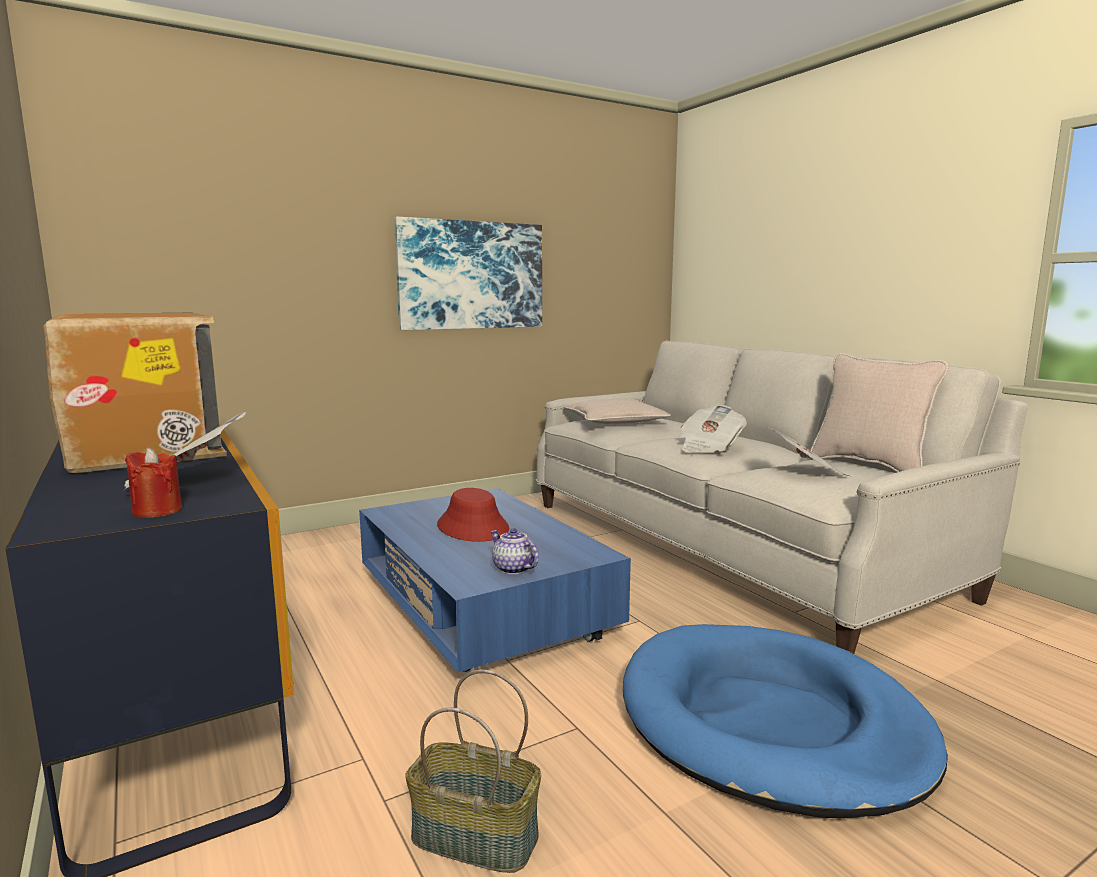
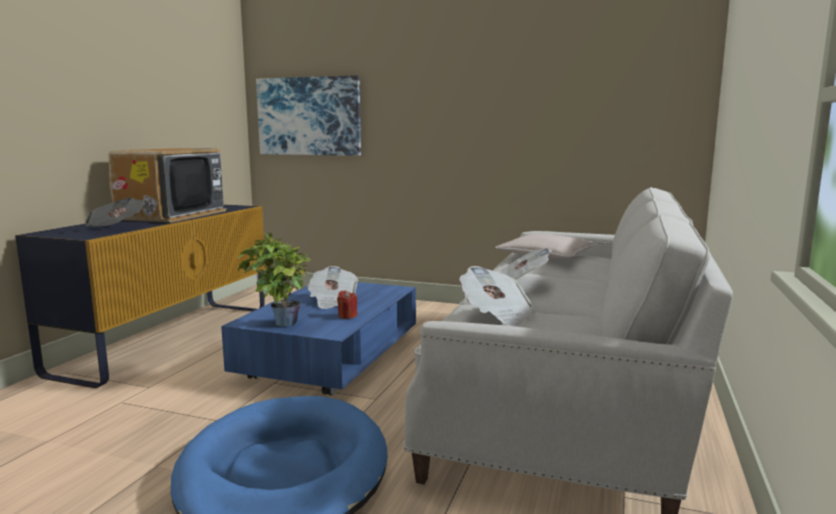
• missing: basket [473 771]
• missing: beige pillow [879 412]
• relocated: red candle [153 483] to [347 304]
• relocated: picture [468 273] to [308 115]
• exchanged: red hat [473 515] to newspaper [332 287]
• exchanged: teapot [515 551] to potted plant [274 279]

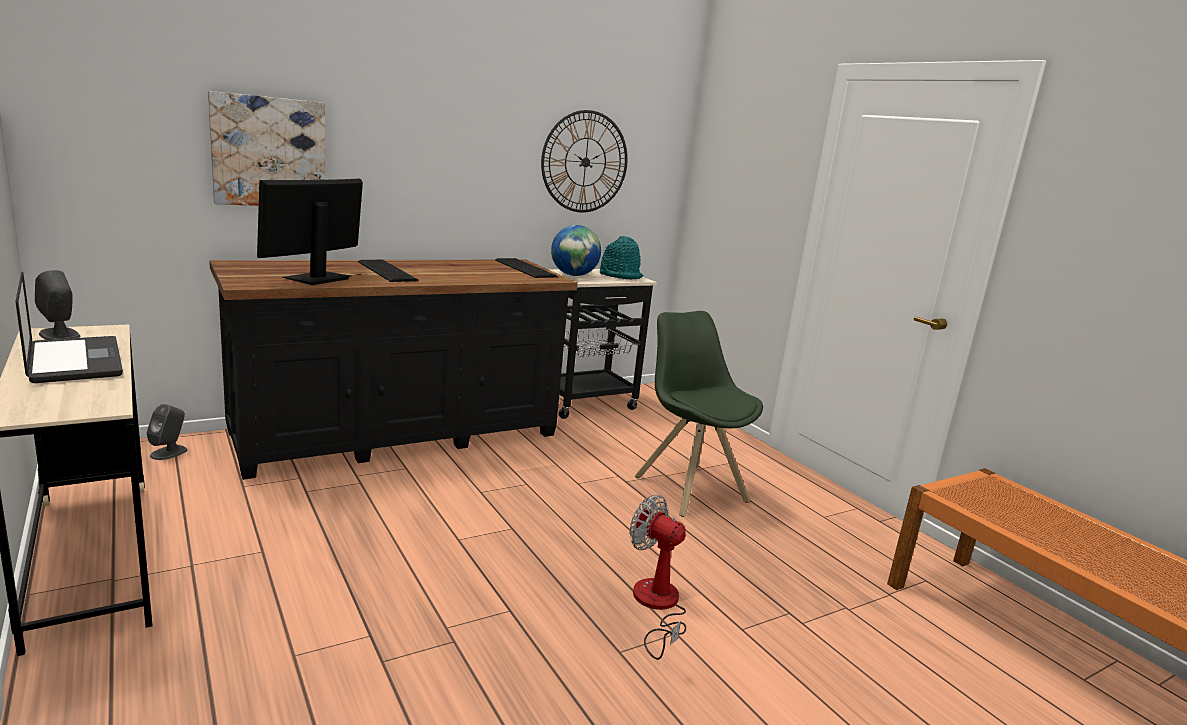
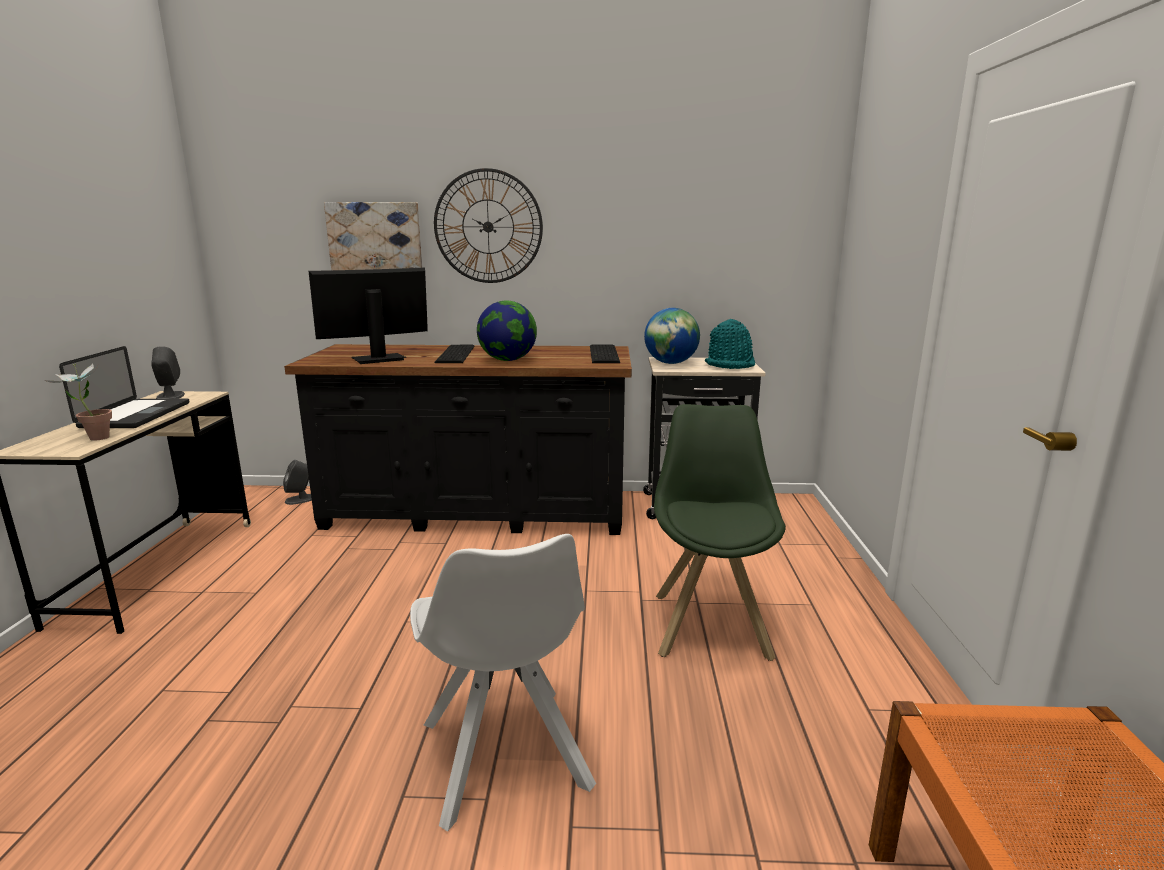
• appeared: potted plant [78 402]
• appeared: globe [507 331]
• relocated: wall clock [584 161] to [488 225]
• exchanged: fan [657 577] to white chair [503 683]

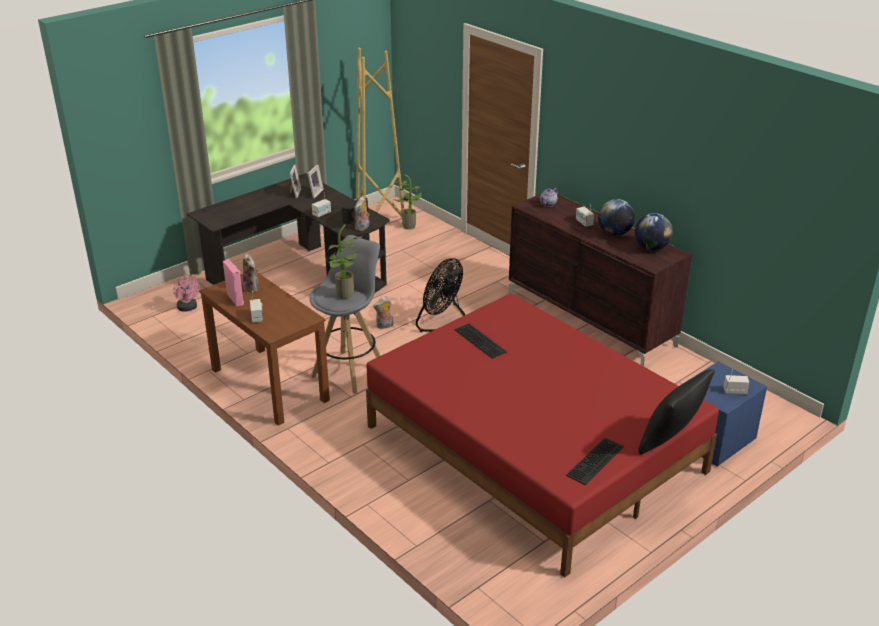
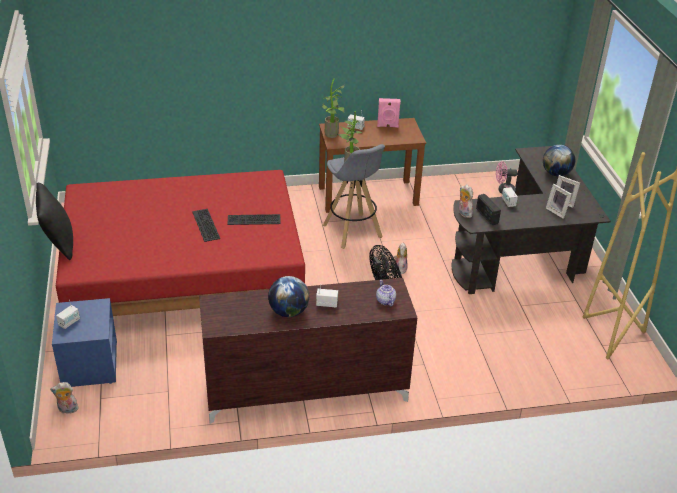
• relocated: plush toy [250 273] to [65 397]
• relocated: potted plant [407 202] to [333 108]
• relocated: keyboard [595 461] to [206 225]
• relocated: globe [654 232] to [559 160]

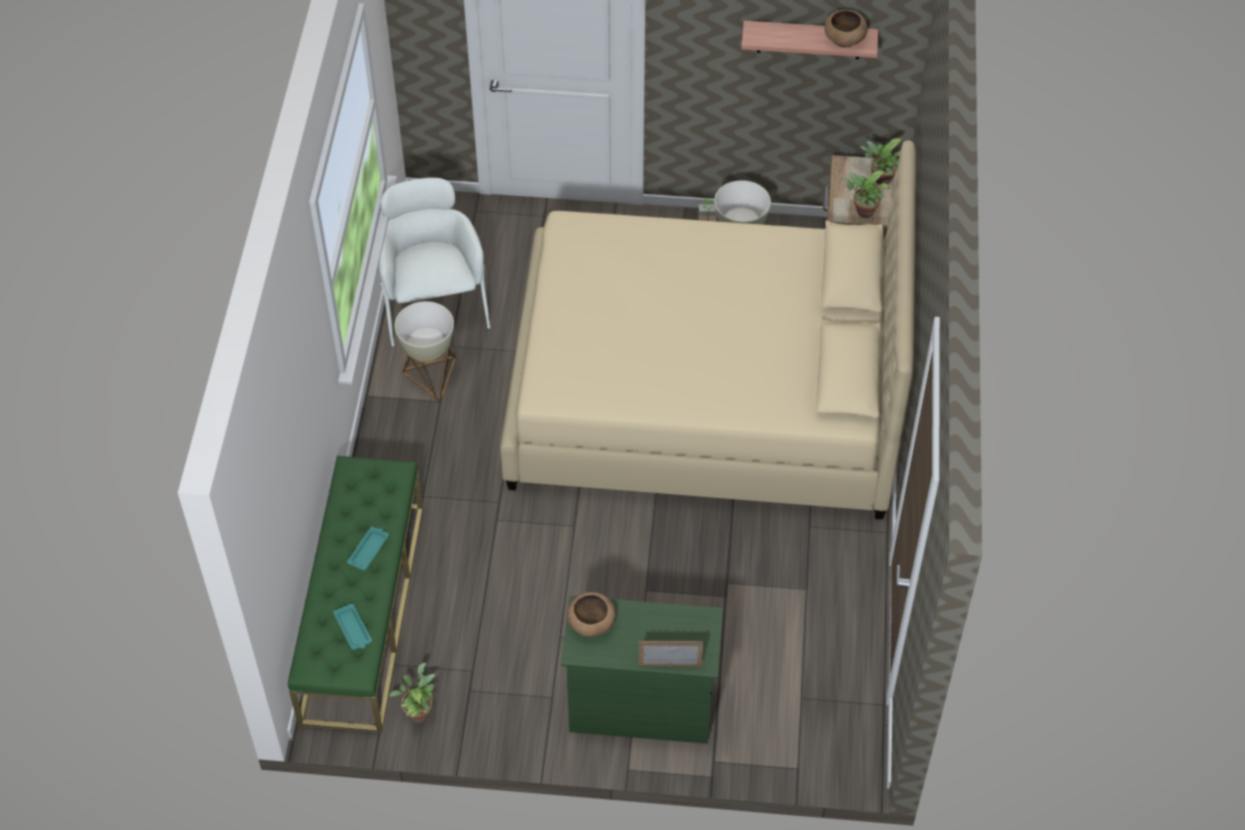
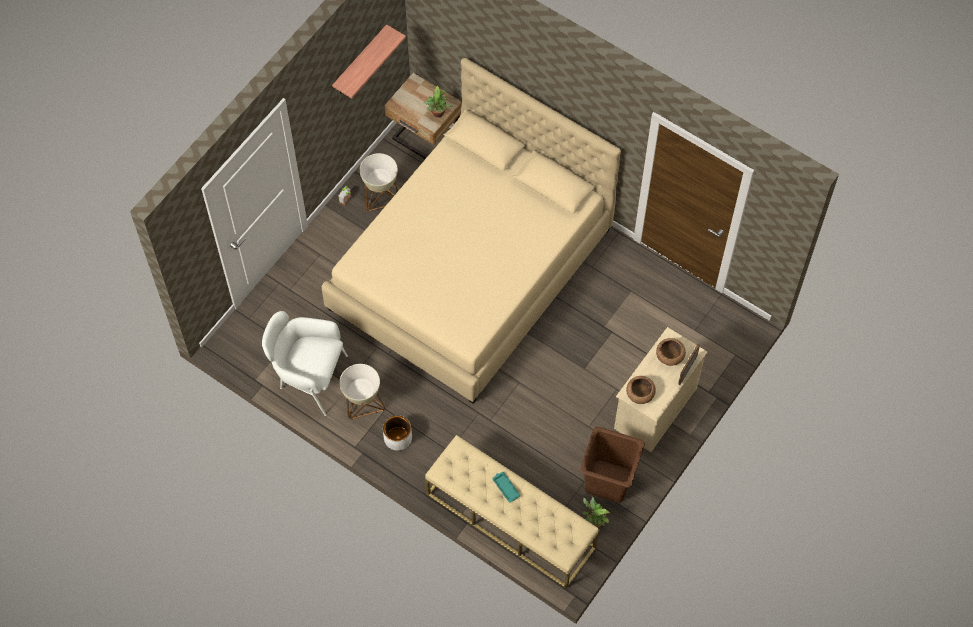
• missing: turquoise tray [352 626]
• missing: potted plant [880 161]
• appeared: white planter [397 433]
• appeared: brown laundry basket [612 465]
• relocated: brown bowl [846 28] to [671 352]
• colour: green bench [355 594] to beige bench [512 512]
• colour: green dresser [642 670] to beige dresser [660 389]

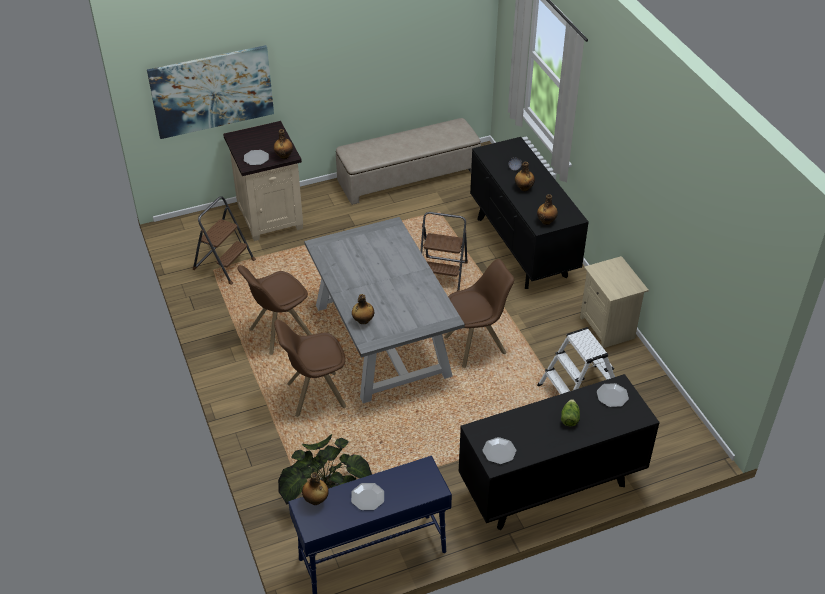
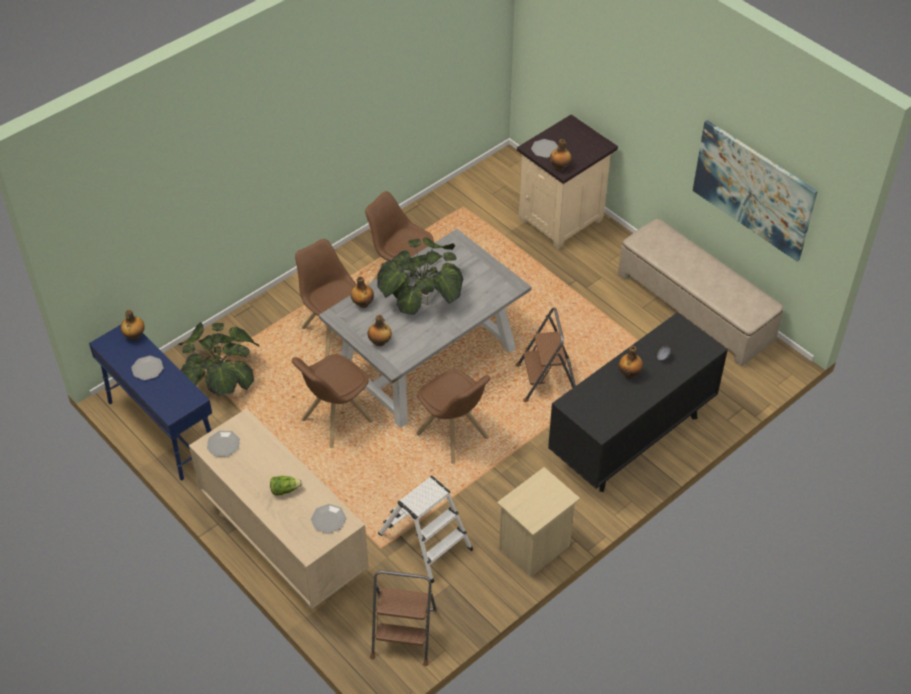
• appeared: brown chair [332 401]
• appeared: potted plant [420 276]
• relocated: picture [210 92] to [755 191]
• relocated: brown step ladder [224 240] to [403 618]
• relocated: bottle [547 209] to [380 330]
• colour: black dresser [559 452] to beige dresser [279 508]

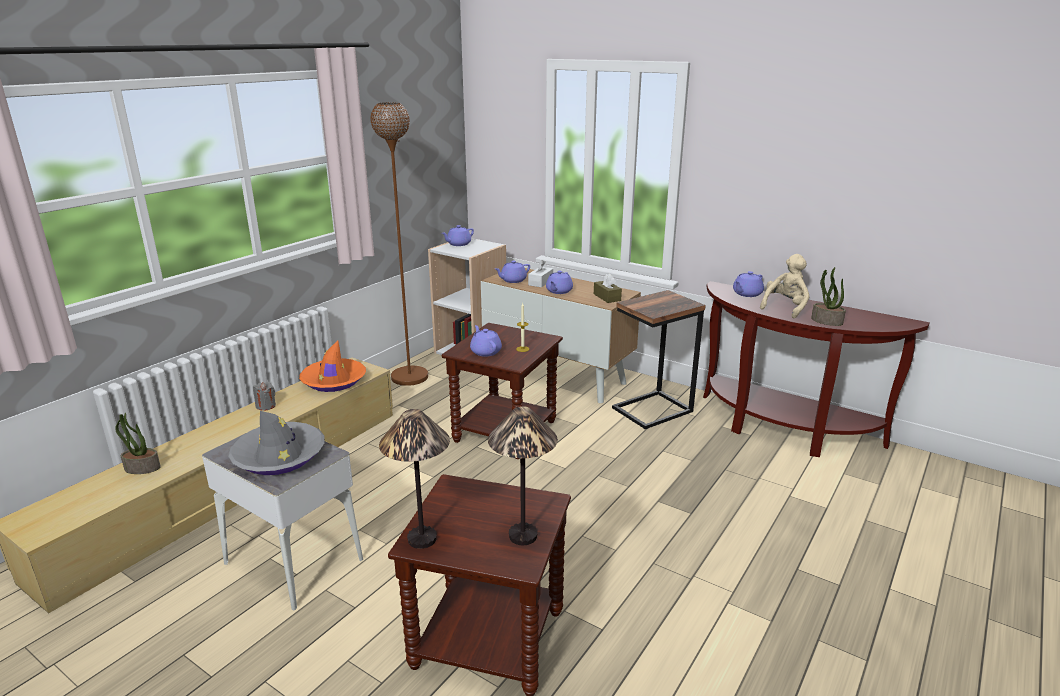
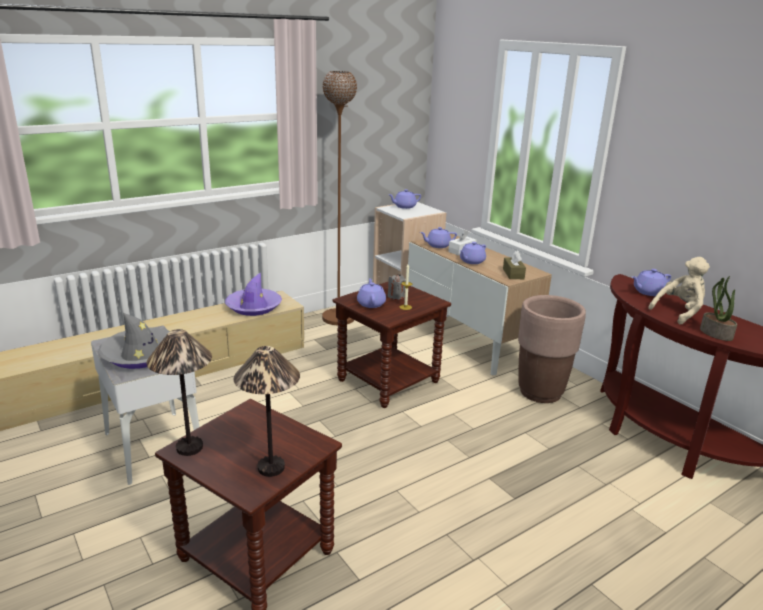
• missing: potted plant [138 443]
• relocated: grey candle [264 396] to [397 287]
• exchanged: side table [659 359] to brown planter [552 349]
• colour: orange hat [332 366] to purple hat [253 294]

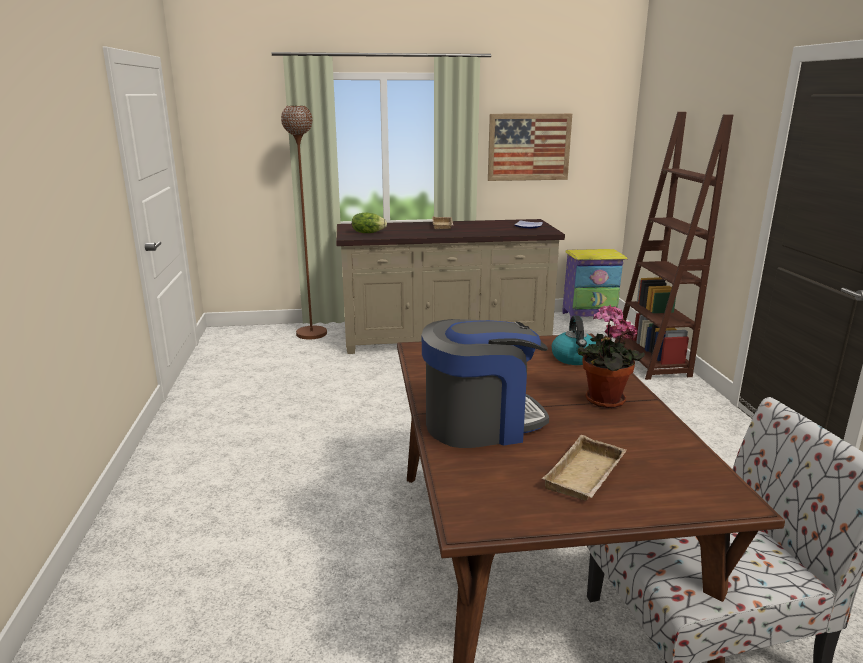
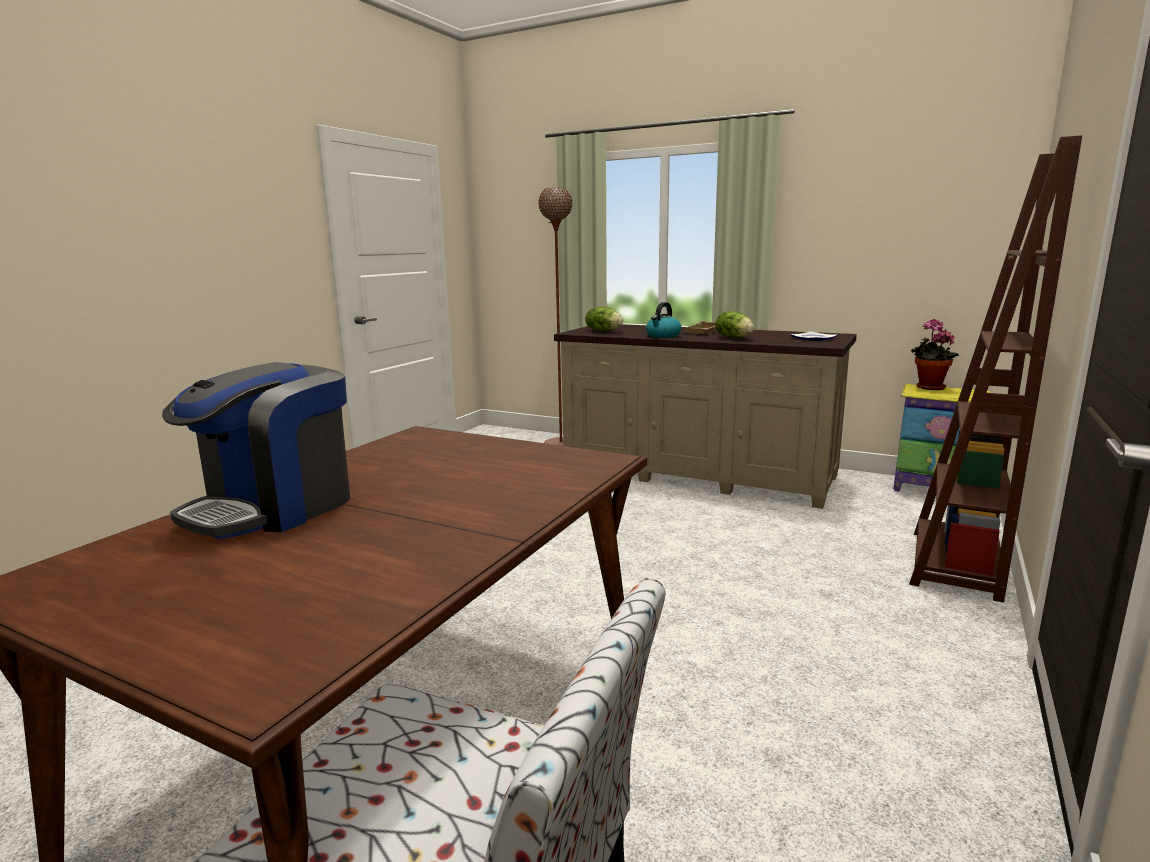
• missing: picture [530 147]
• missing: beige tray [584 468]
• appeared: lettuce [734 324]
• relocated: kettle [574 340] to [663 320]
• relocated: potted plant [611 356] to [935 354]
• spun: coffee machine [485 383] = [256 450] 105 degrees clockwise

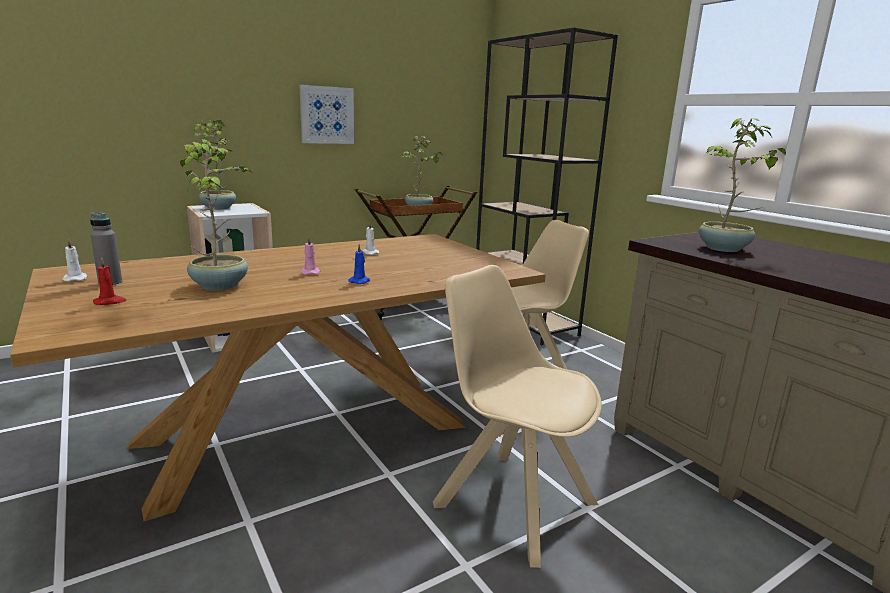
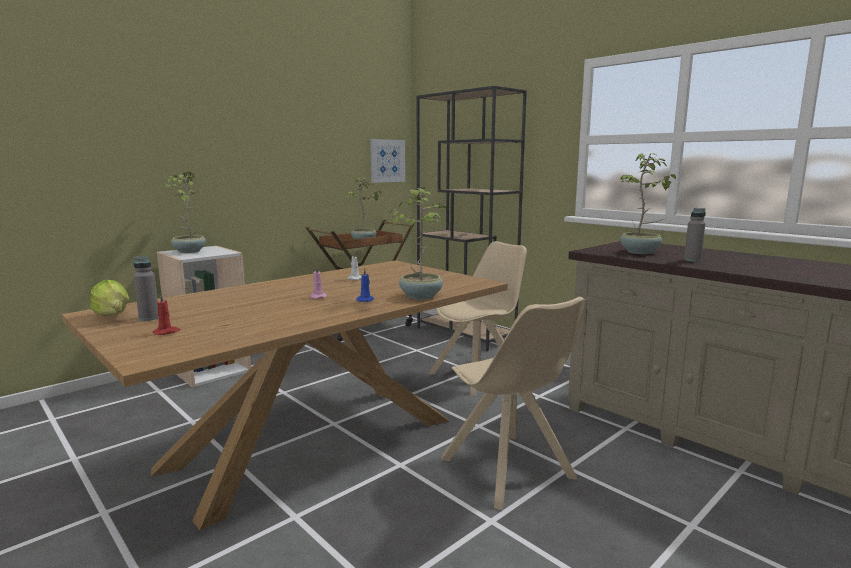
• appeared: grey bottle [695 235]
• relocated: potted plant [216 216] to [418 243]
• relocated: picture [327 114] to [387 161]
• exchanged: white candle [74 260] to lettuce [109 298]
• spun: beige chair [517 416] = [513 403] 150 degrees counterclockwise

